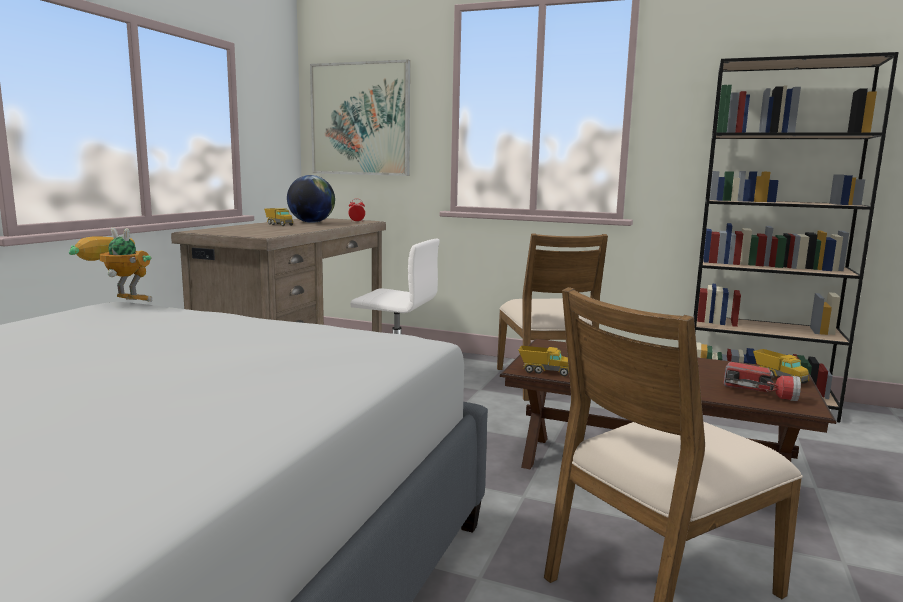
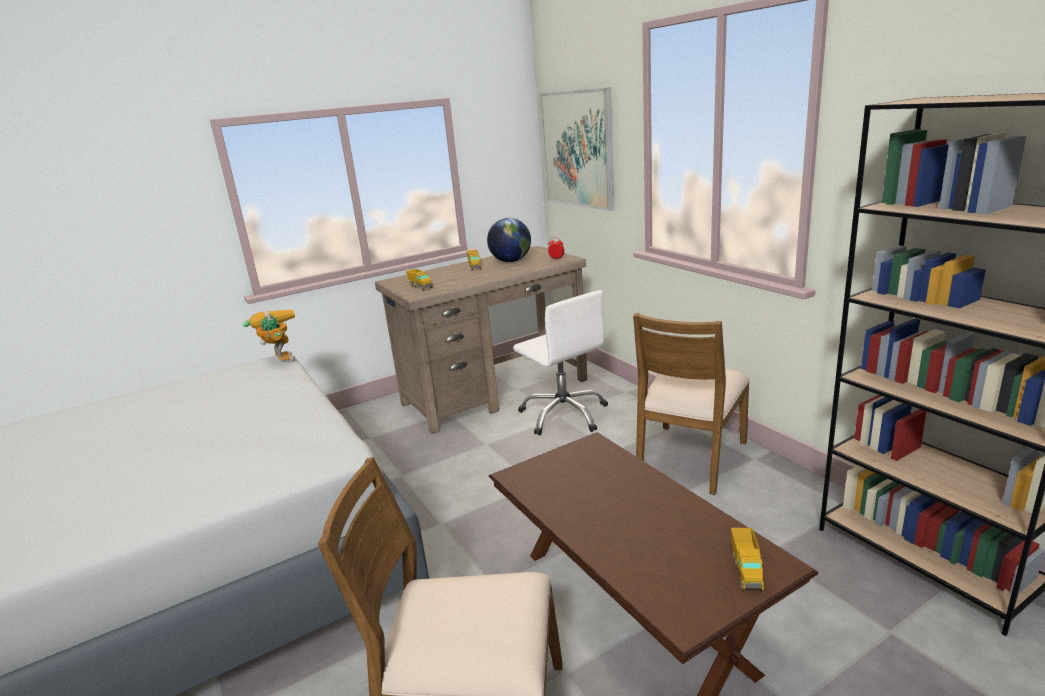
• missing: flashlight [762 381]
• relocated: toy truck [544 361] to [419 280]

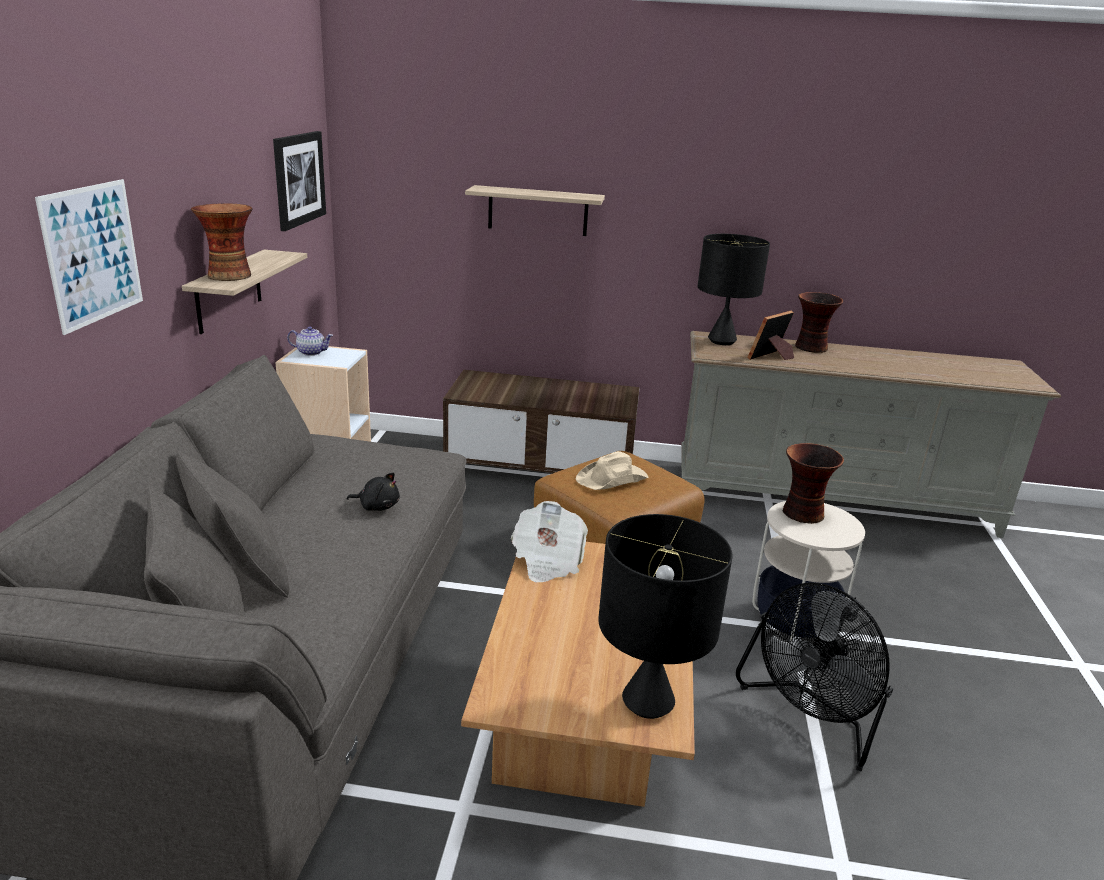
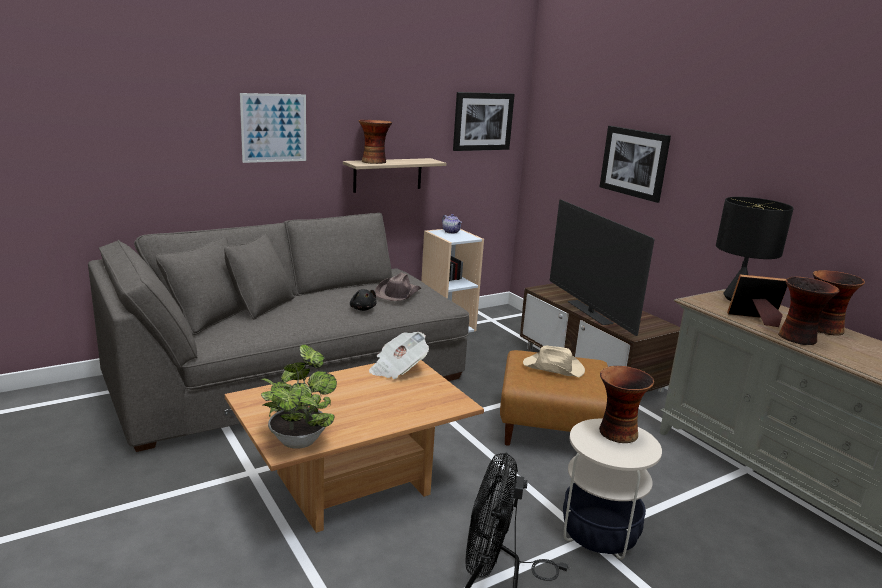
• appeared: brown hat [398 286]
• appeared: television [602 267]
• appeared: vase [809 311]
• exchanged: shelf [535 210] to picture [635 164]
• exchanged: black table lamp [665 616] to potted plant [299 396]

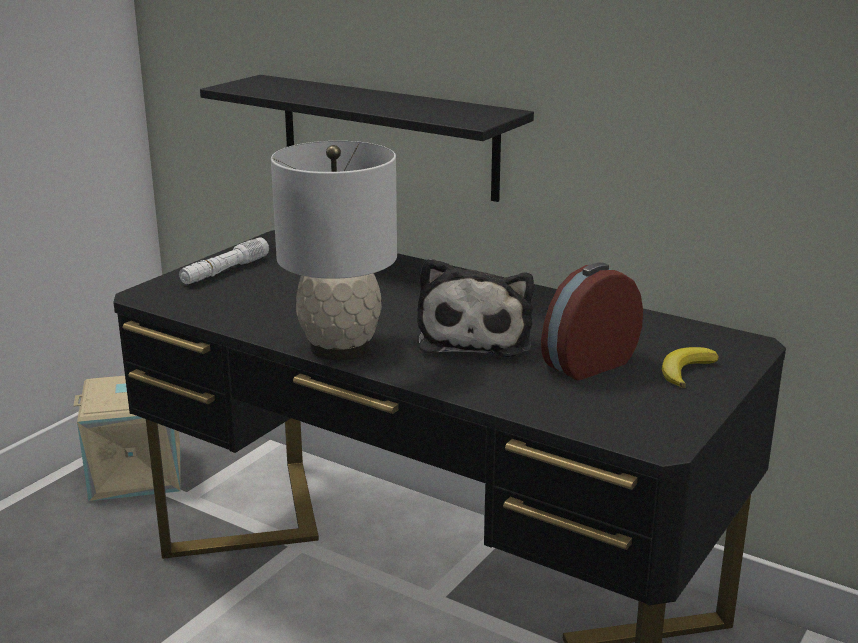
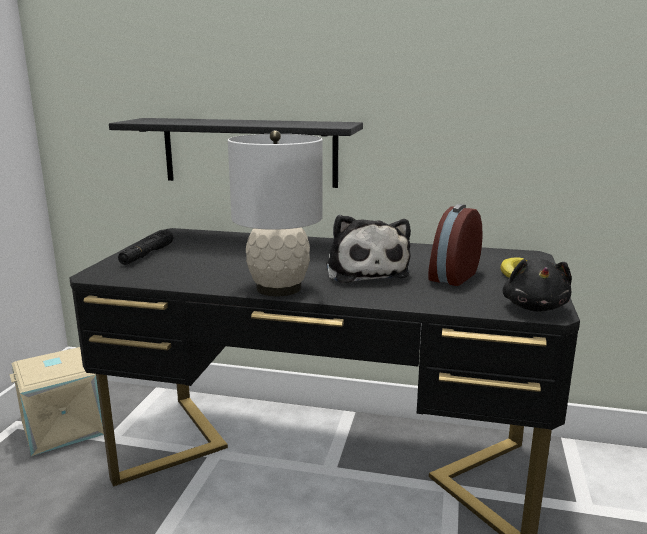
• appeared: black plush toy [537 285]
• colour: white flashlight [224 260] to black flashlight [146 247]

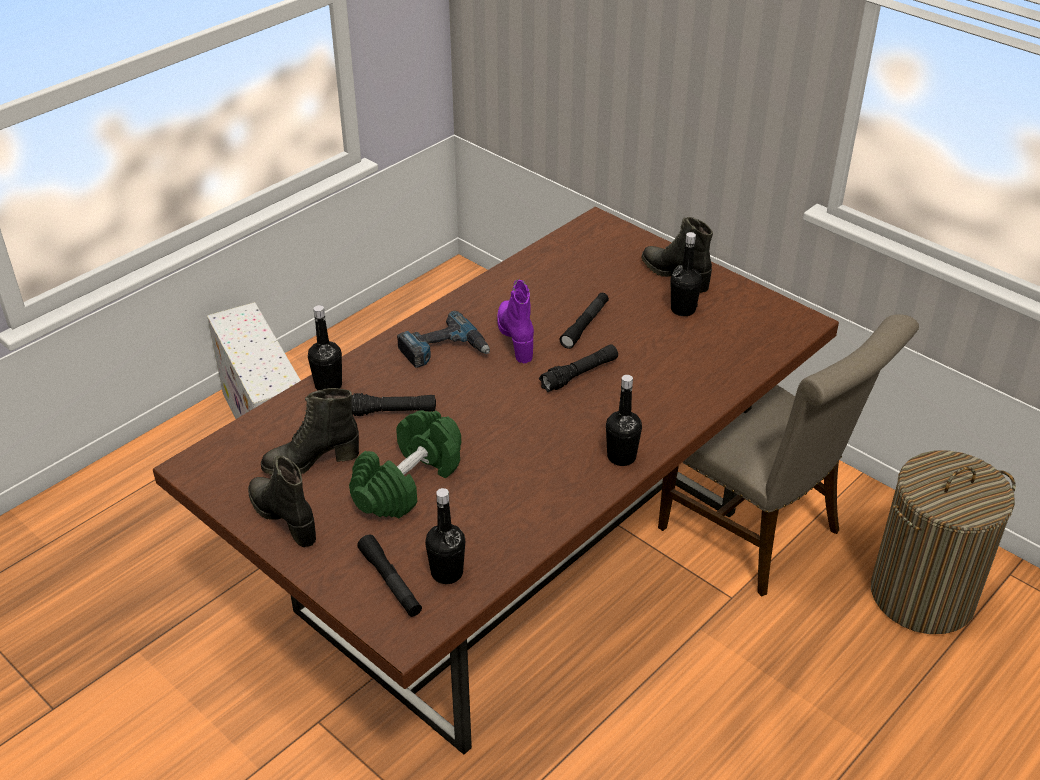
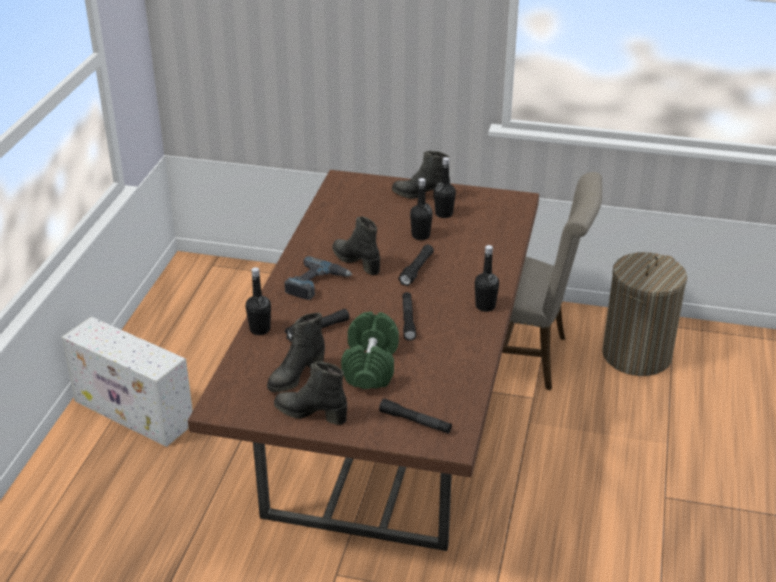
• relocated: black bottle [445 536] to [421 209]
• relocated: black flashlight [584 321] to [409 316]
• colour: purple boot [515 321] to black boot [356 245]

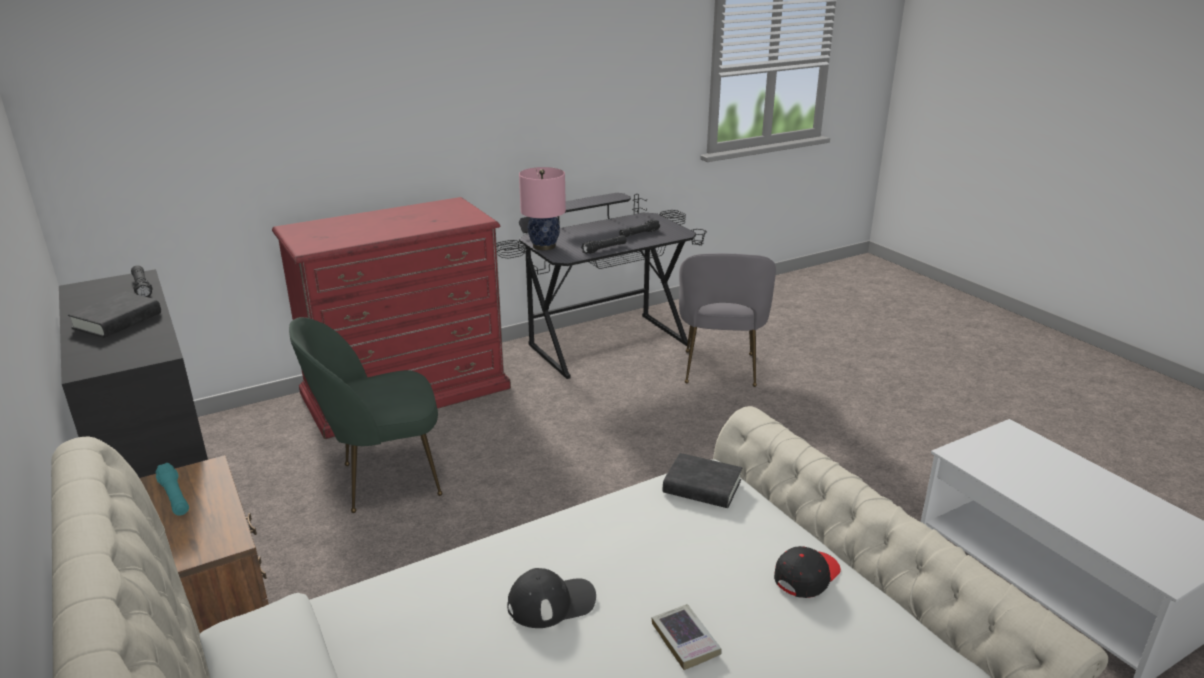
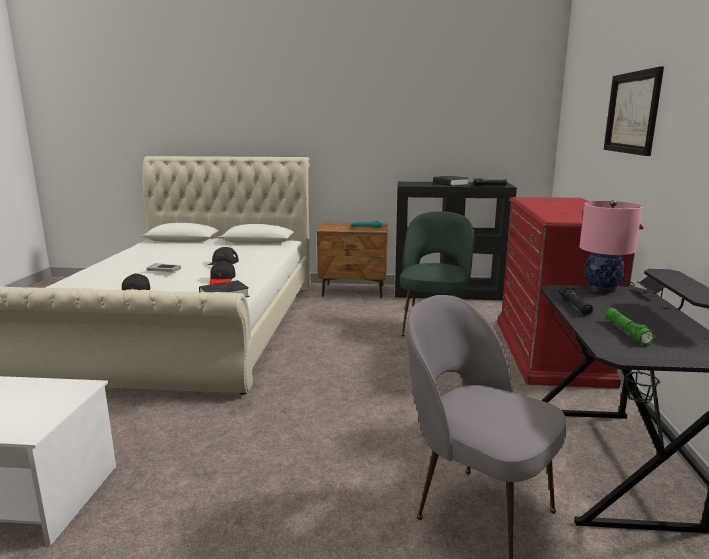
• appeared: black cap [222 272]
• appeared: picture [634 111]
• colour: black flashlight [639 228] to green flashlight [631 326]

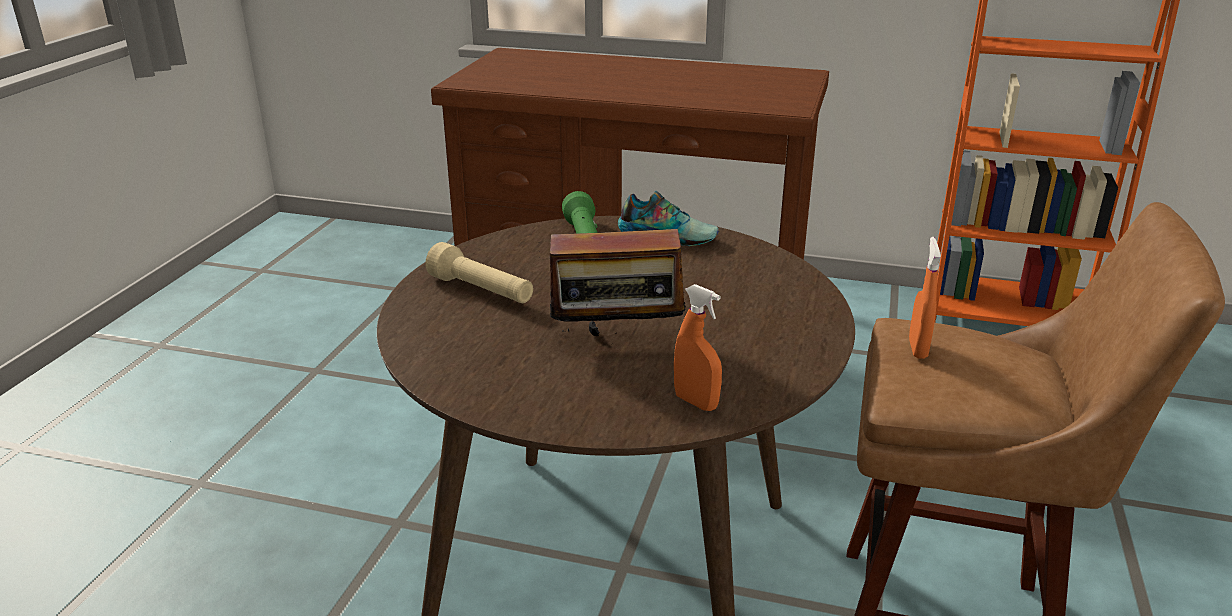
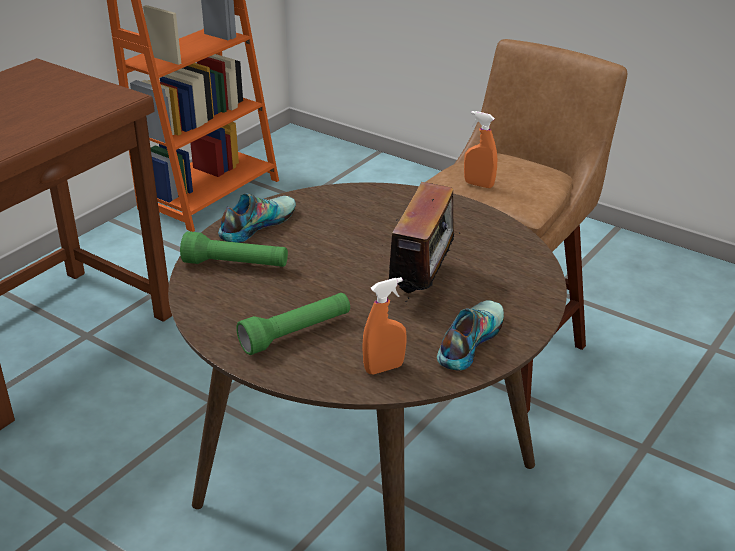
• appeared: shoe [470 336]
• relocated: orange spray bottle [698 347] to [384 325]
• colour: beige flashlight [479 272] to green flashlight [293 324]

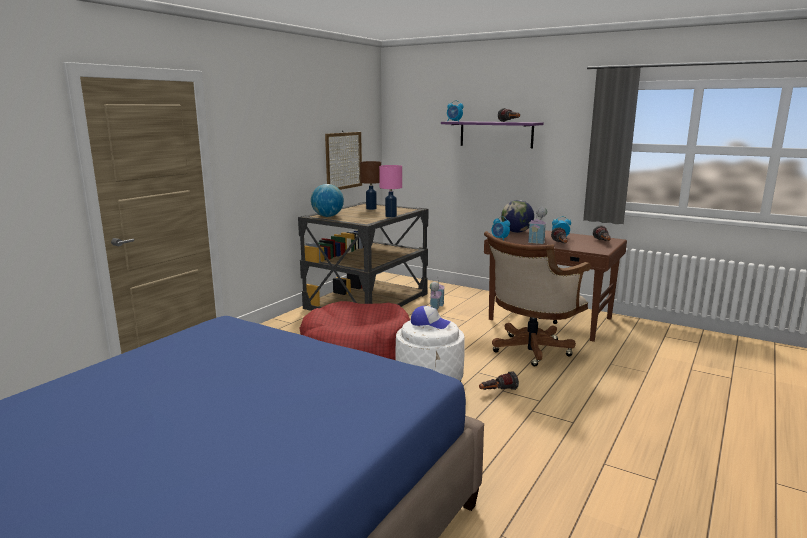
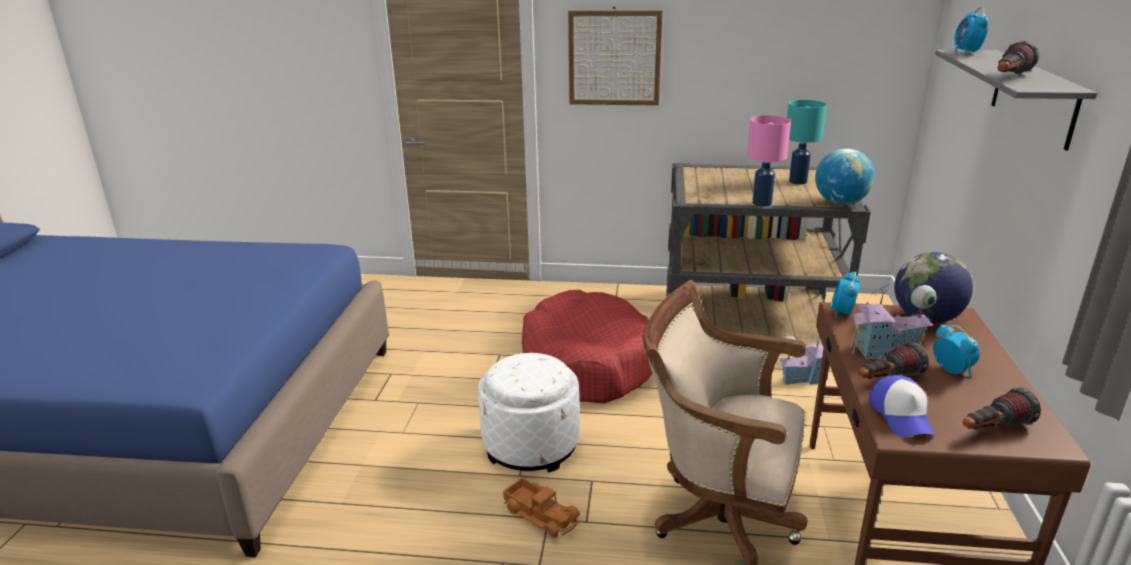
• relocated: globe [327 200] to [845 176]
• relocated: picture [343 160] to [615 56]
• relocated: cap [430 317] to [902 406]
• exchanged: flashlight [499 380] to toy truck [541 507]
• colour: brown table lamp [370 185] to turquoise table lamp [807 142]
• colour: purple shelf [492 134] to grey shelf [1016 100]

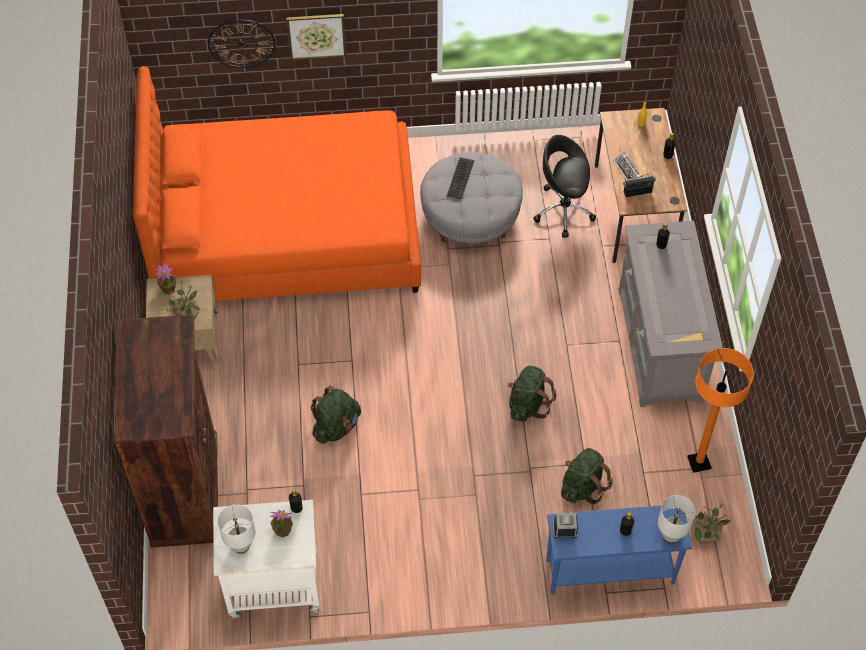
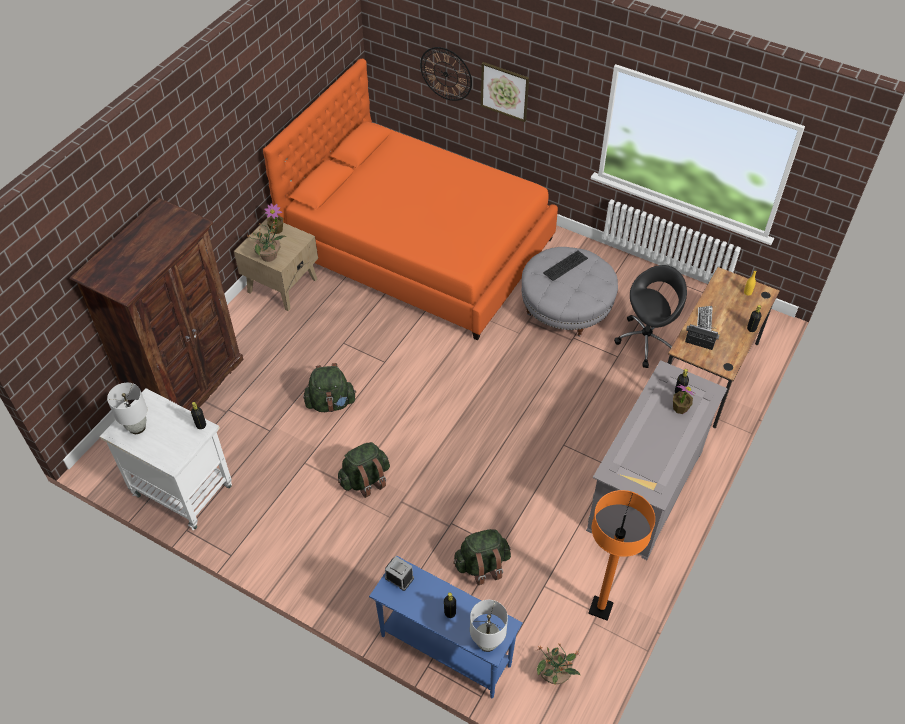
• relocated: potted plant [281 524] to [684 399]
• relocated: green backpack [532 394] to [364 470]
• spun: black office chair [564 186] = [650 316] 120 degrees clockwise

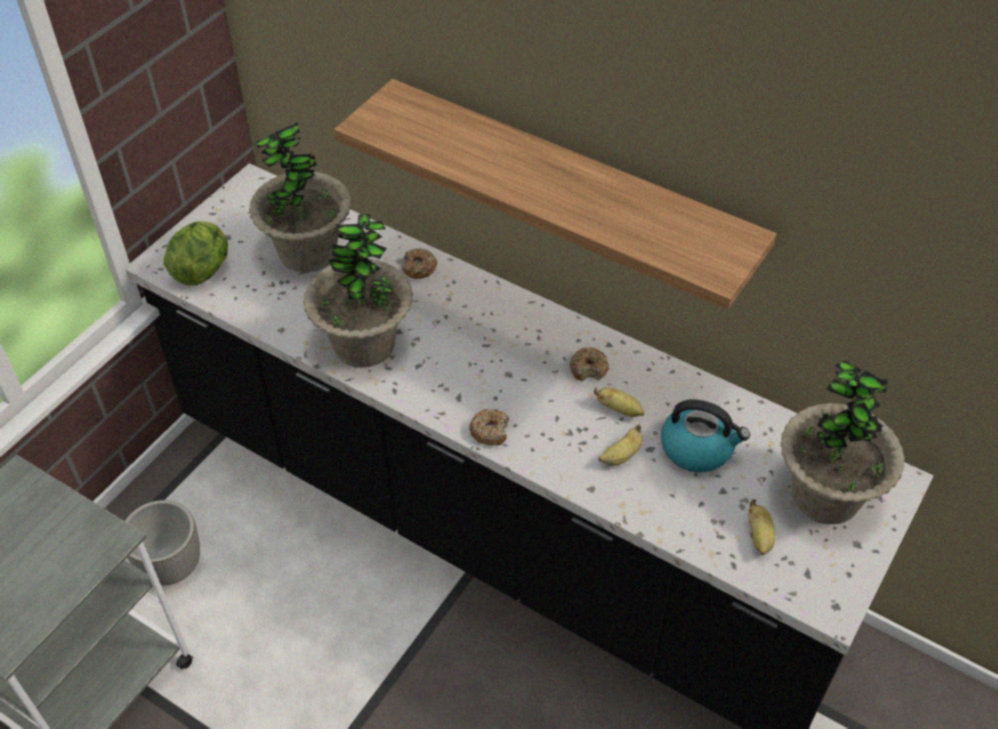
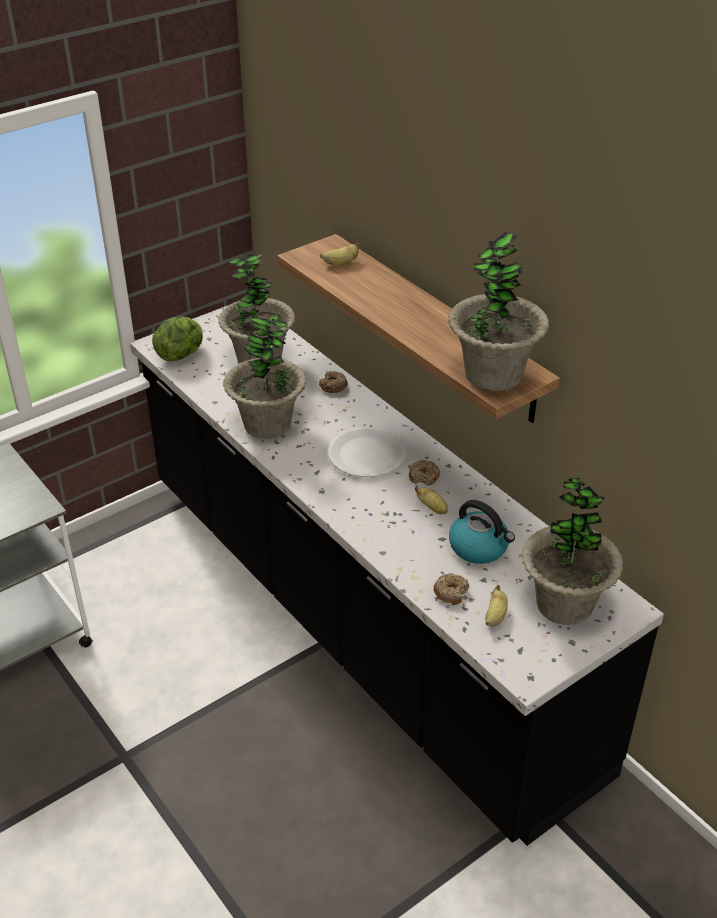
• missing: planter [162 543]
• appeared: white plate [367 452]
• appeared: potted plant [498 311]
• relocated: donut [489 427] to [451 589]
• relocated: banana [620 445] to [340 254]

